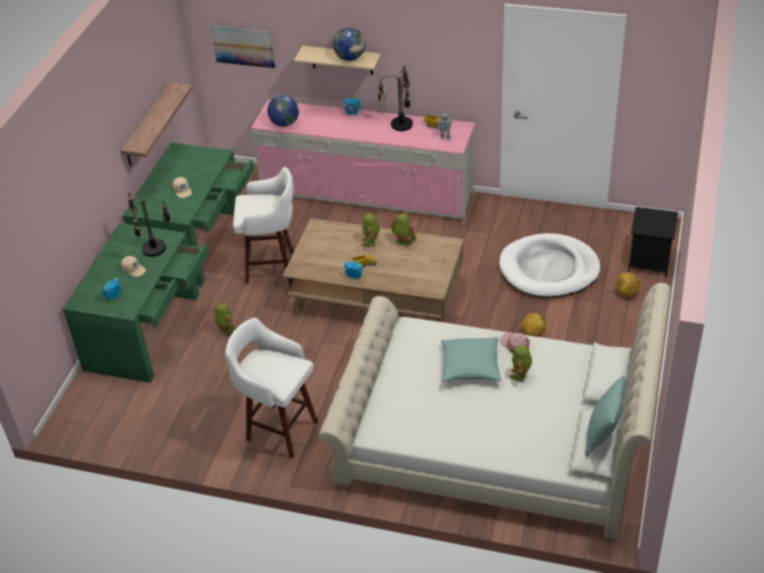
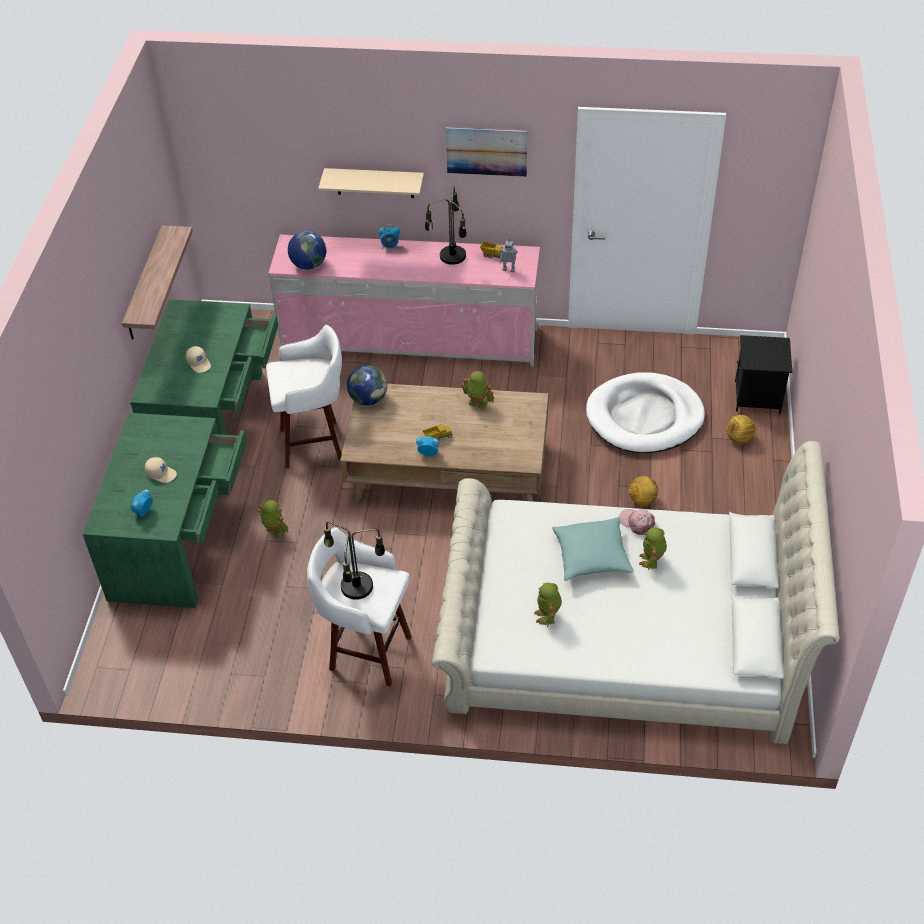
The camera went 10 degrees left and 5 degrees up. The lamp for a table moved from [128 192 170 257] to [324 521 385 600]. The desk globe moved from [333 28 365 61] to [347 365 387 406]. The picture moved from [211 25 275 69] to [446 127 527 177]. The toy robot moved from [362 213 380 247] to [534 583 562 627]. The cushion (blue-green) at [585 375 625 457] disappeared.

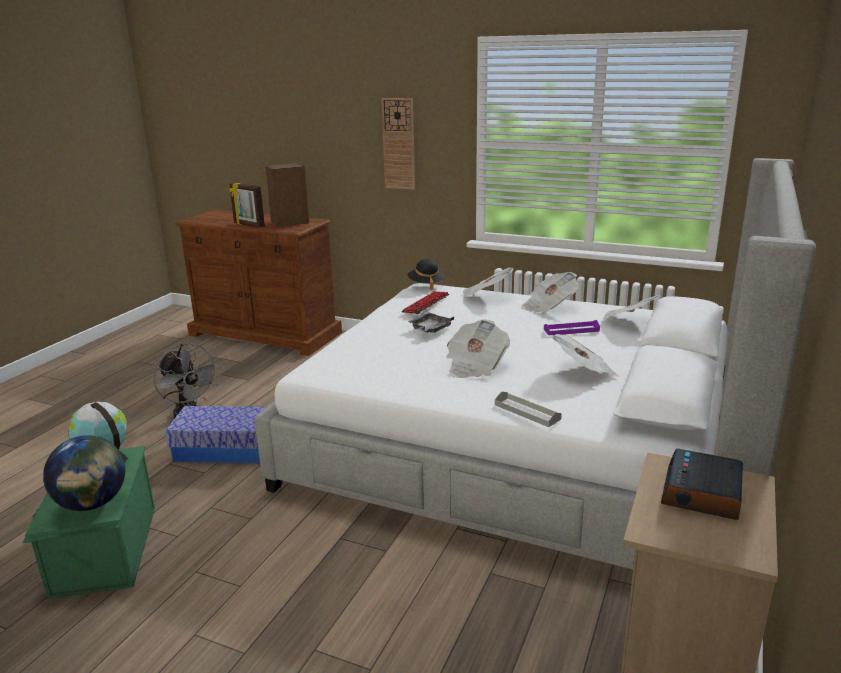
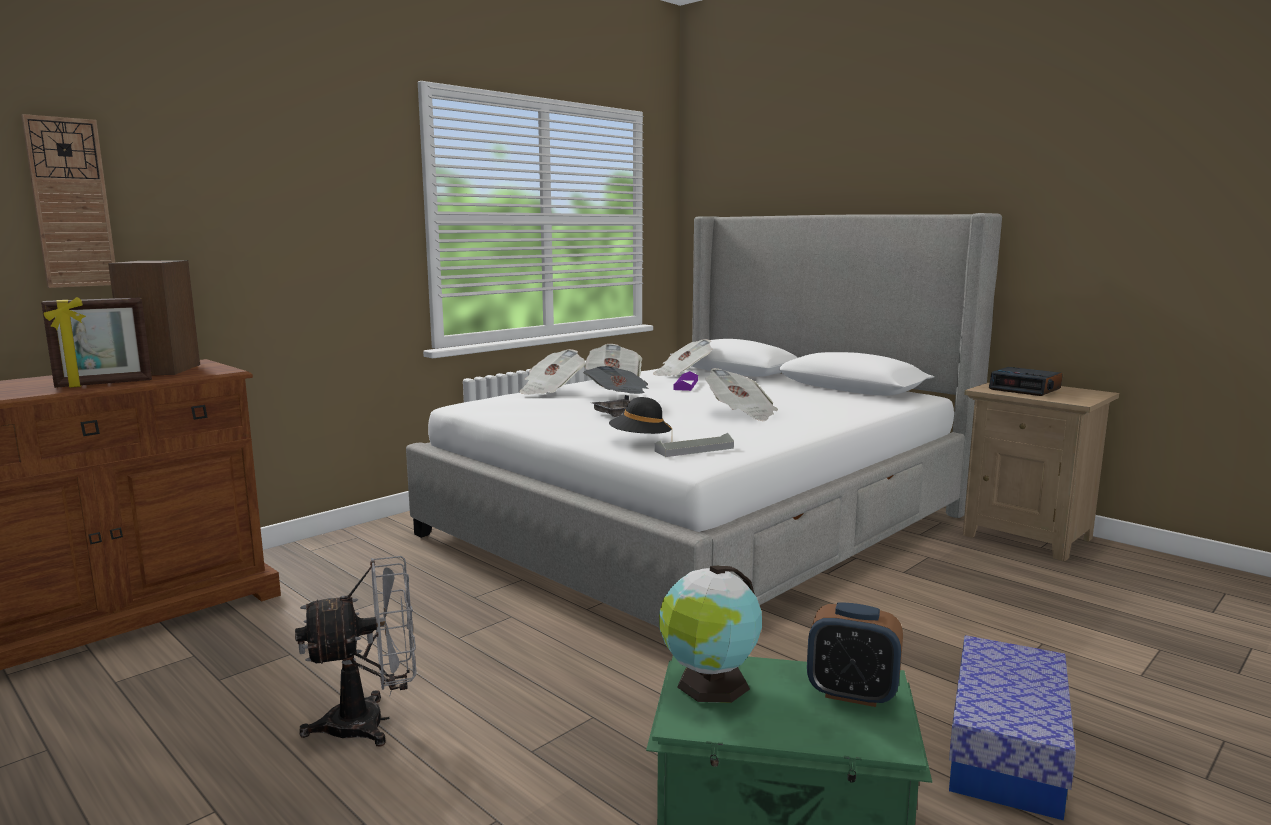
The camera went 70 degrees left and 10 degrees down. The wall clock moved from [381 98 415 190] to [21 114 115 288]. The newspaper moved from [549 334 619 377] to [583 366 649 394]. The hat (blackish) moved from [408 259 445 290] to [609 397 672 434]. The serving tray (grey) moved from [495 391 562 427] to [654 433 734 457]. The desk globe at [43 435 125 511] was replaced by the alarm clock at [807 602 903 707]. The storage bin moved from [165 406 266 463] to [949 635 1076 820]. The PC keyboard at [402 291 449 314] disappeared.

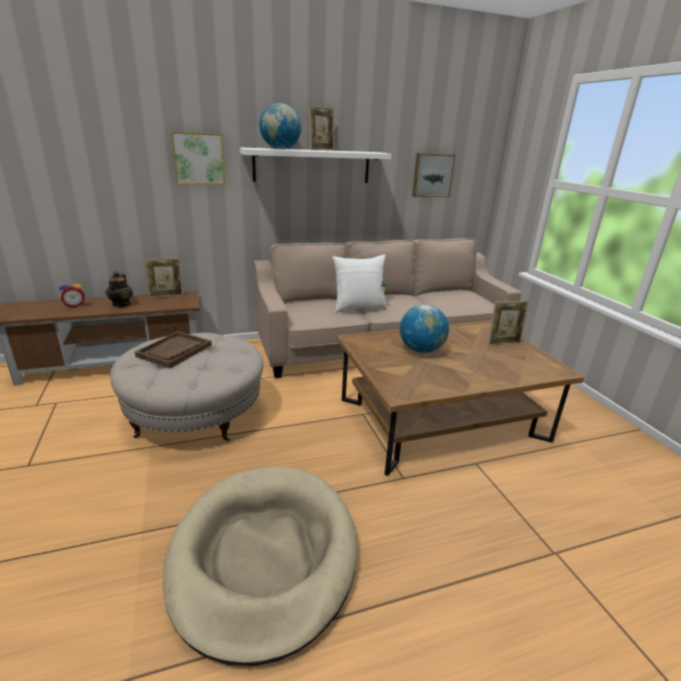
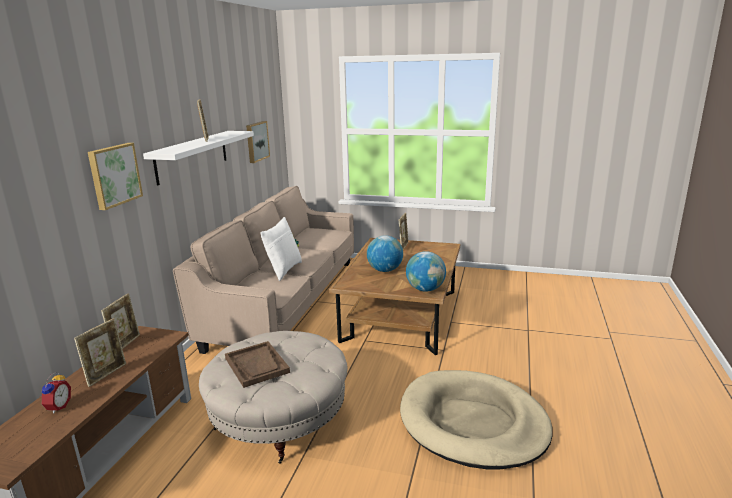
The camera went 55 degrees left and 5 degrees down. The pot for tea at [105 272 133 307] was replaced by the photo frame at [74 318 126 387]. The desk globe moved from [260 103 301 149] to [406 251 446 292].

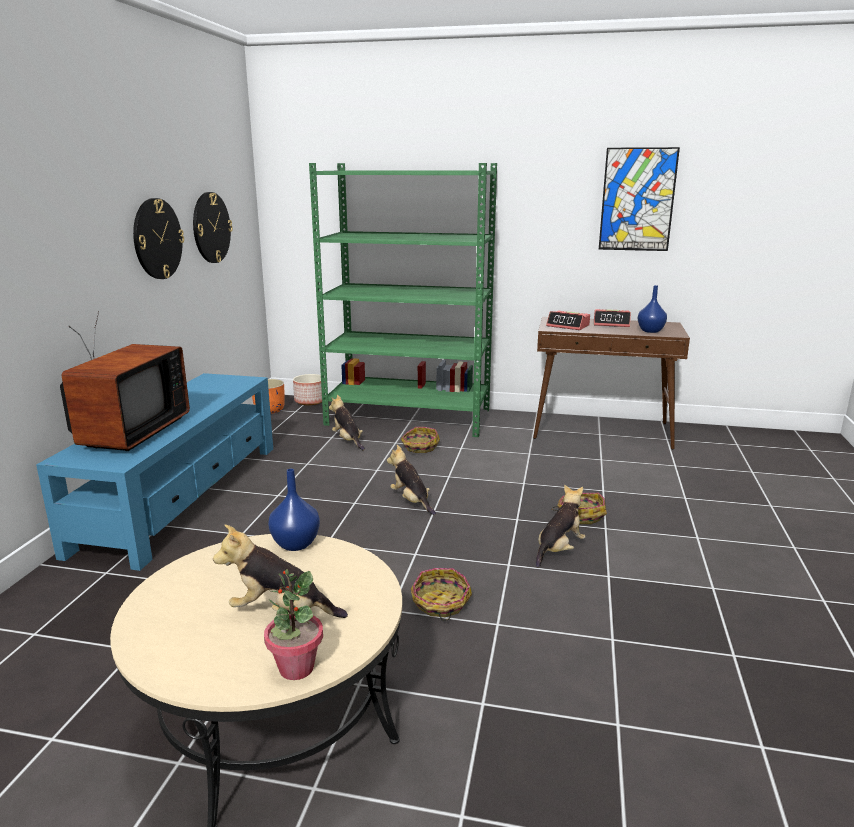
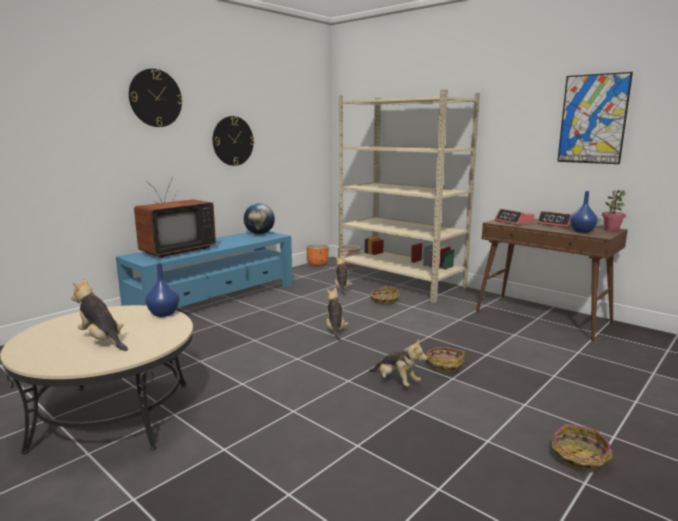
The camera went 30 degrees right and 5 degrees down. The wall clock moved from [193 192 233 263] to [129 69 183 127]. The desk globe at [244 203 275 234] appeared. The bookcase (green) at [309 163 497 437] became the bookcase (sand-coloured) at [339 89 480 303]. The plush toy at [536 485 586 568] turned 60 degrees clockwise. The basket moved from [411 568 472 621] to [551 424 613 474]. The potted plant moved from [264 569 323 680] to [602 190 626 231].

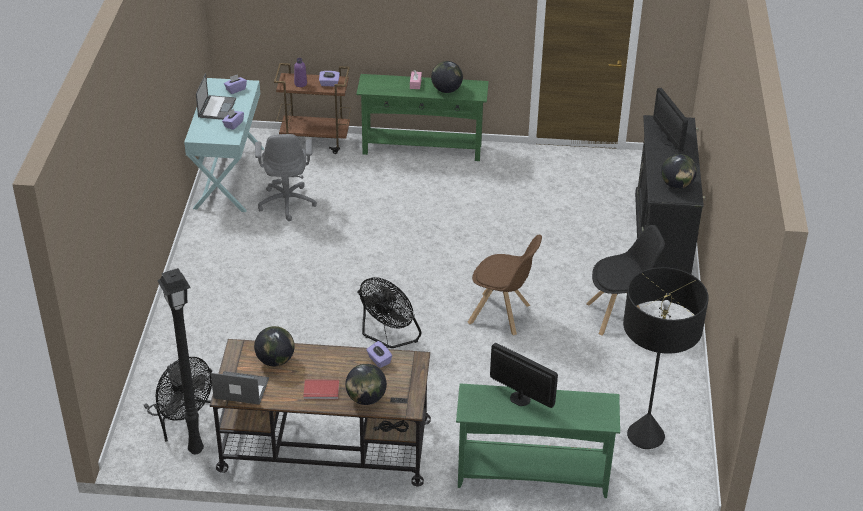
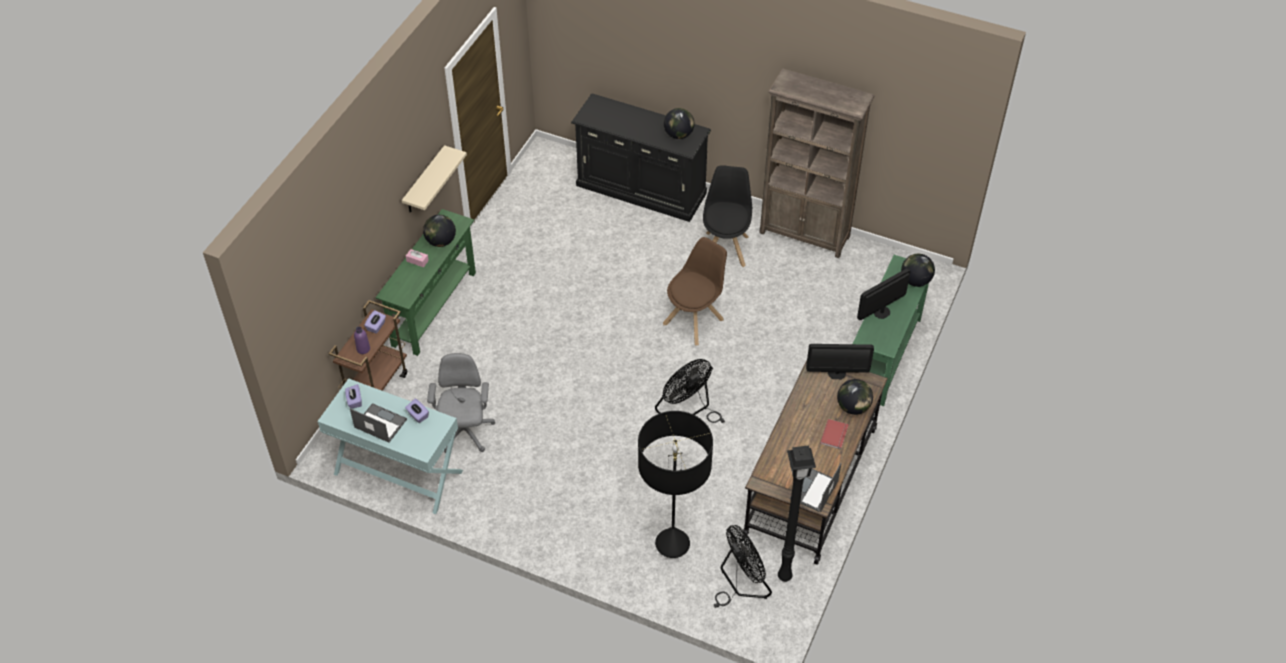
The camera went 70 degrees left and 10 degrees up. The bracket shelf (sand-coloured) at [402 145 467 213] appeared. The computer chair (grey) at [255 134 317 221] turned 105 degrees counterclockwise. The standing lamp (blackish) moved from [623 267 709 449] to [638 411 713 558]. The bookcase (brown) at [759 69 875 258] appeared. The computer screen moved from [653 88 688 152] to [806 344 874 379]. The desk globe moved from [254 326 295 366] to [901 254 935 287]. The tissue holder (purplish) at [366 341 392 368] disappeared.

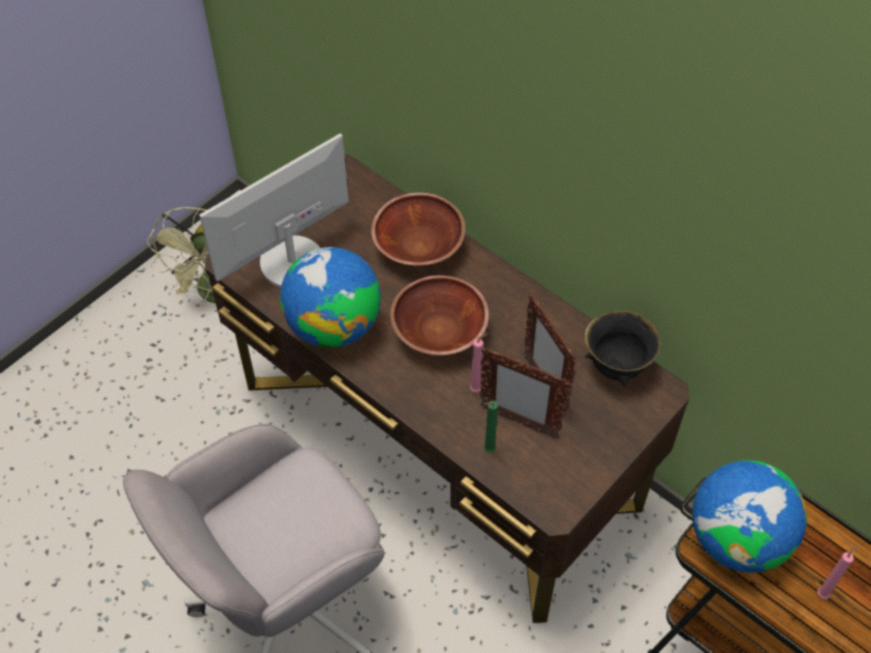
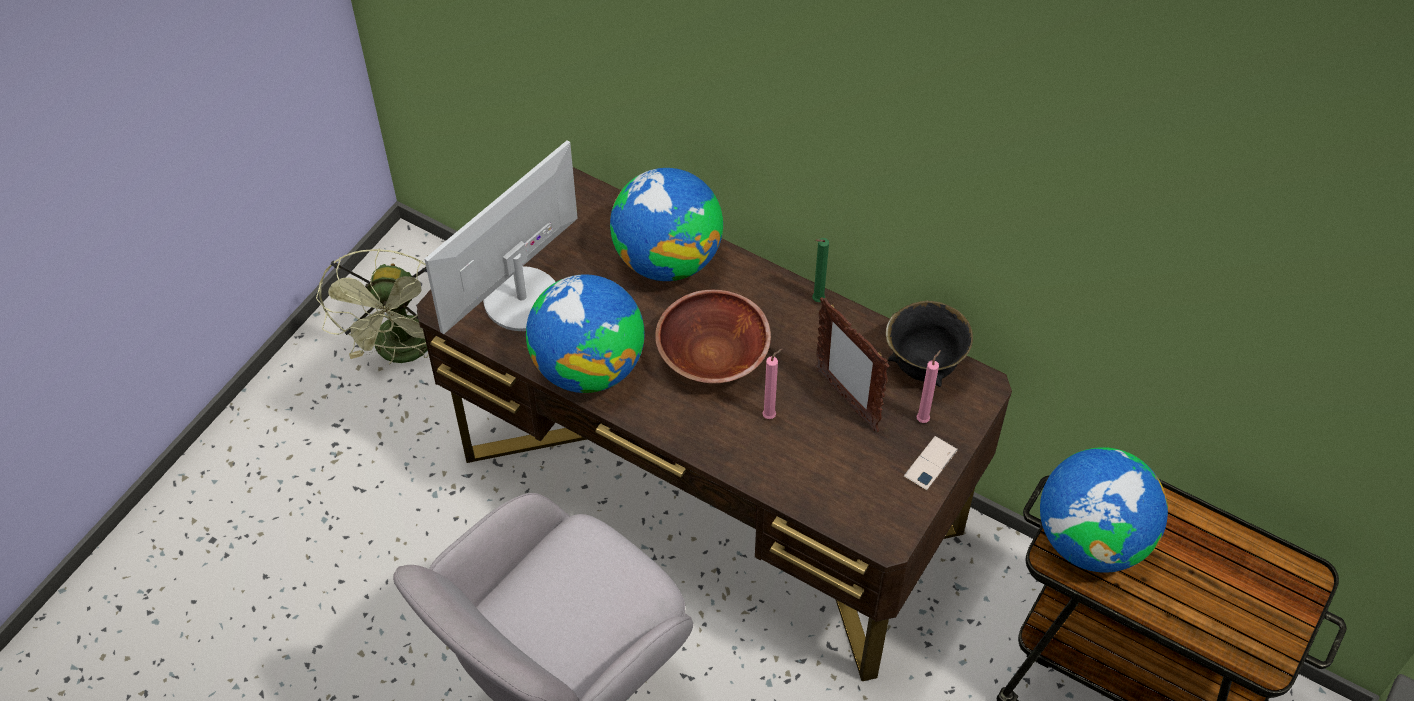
The camera went 10 degrees left and 0 degrees up. The serving bowl (brown) at [371 192 466 266] was replaced by the desk globe at [610 168 723 281]. The wax light (green) moved from [484 401 498 453] to [812 238 829 302]. The telephone at [904 436 958 491] appeared. The wax light (pink) moved from [817 545 858 599] to [916 350 941 423]. The photo frame at [480 348 569 439] disappeared.

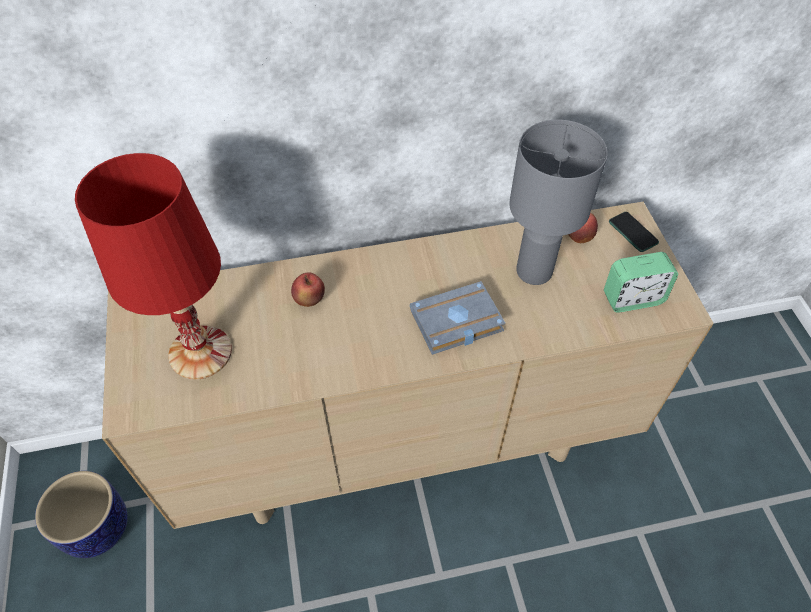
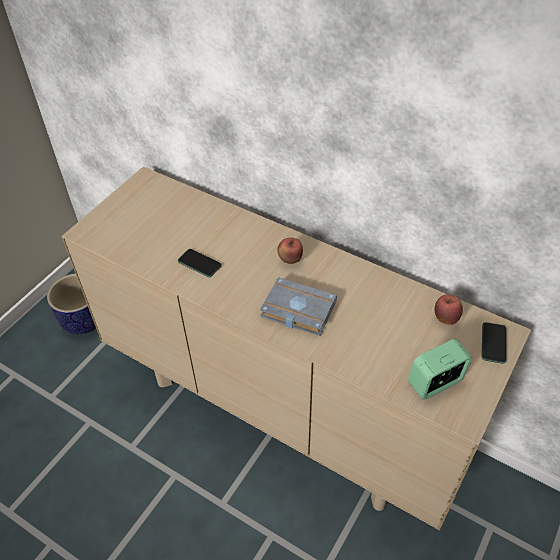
The camera went 45 degrees right and 5 degrees down. The telephone at [178 249 222 278] appeared. The whole apple moved from [291 272 325 307] to [277 238 303 264]. The alarm clock at [604 252 678 313] turned 120 degrees clockwise. The lamp for a table (reddish) at [75 153 232 380] disappeared. The lamp for a table (grey) at [509 120 608 285] disappeared.

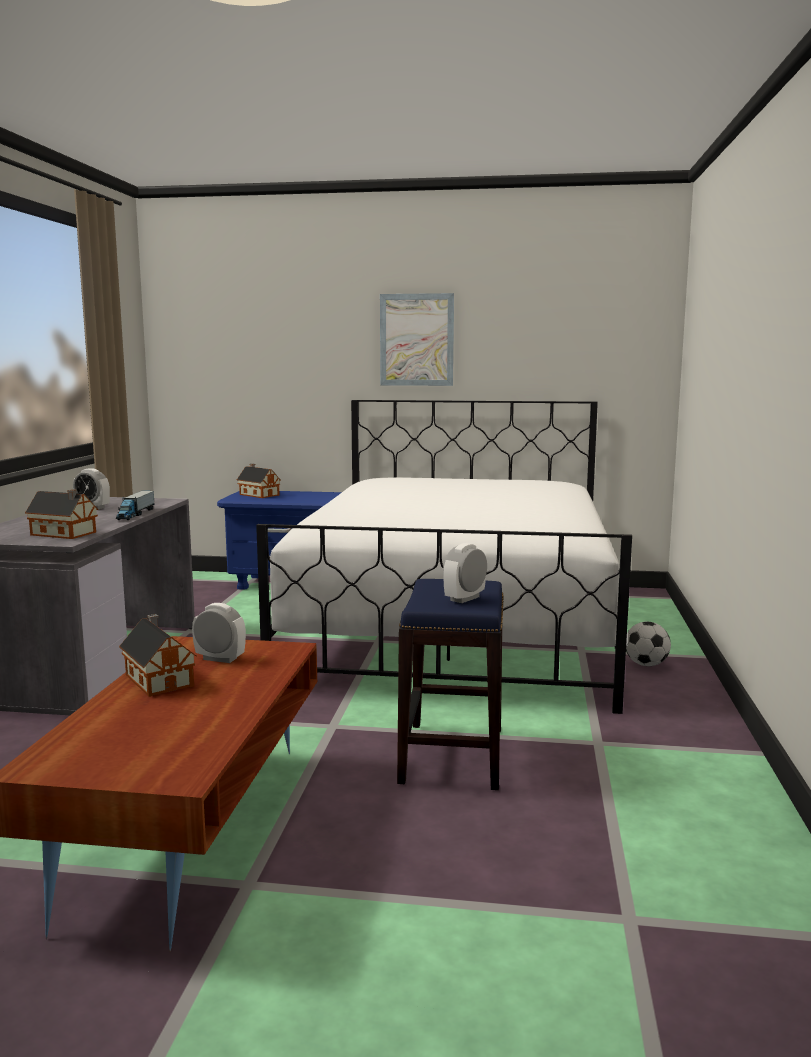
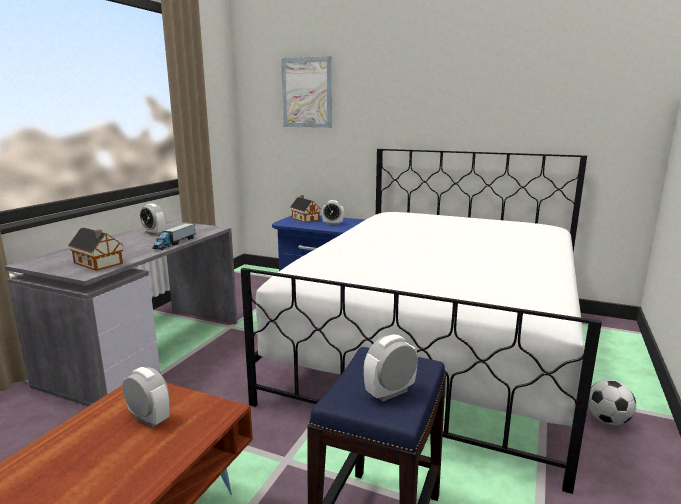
The camera went 15 degrees right and 5 degrees up. The picture moved from [380 293 454 386] to [281 56 332 128]. The alarm clock at [322 200 344 225] appeared. The toy house at [119 614 197 697] disappeared.

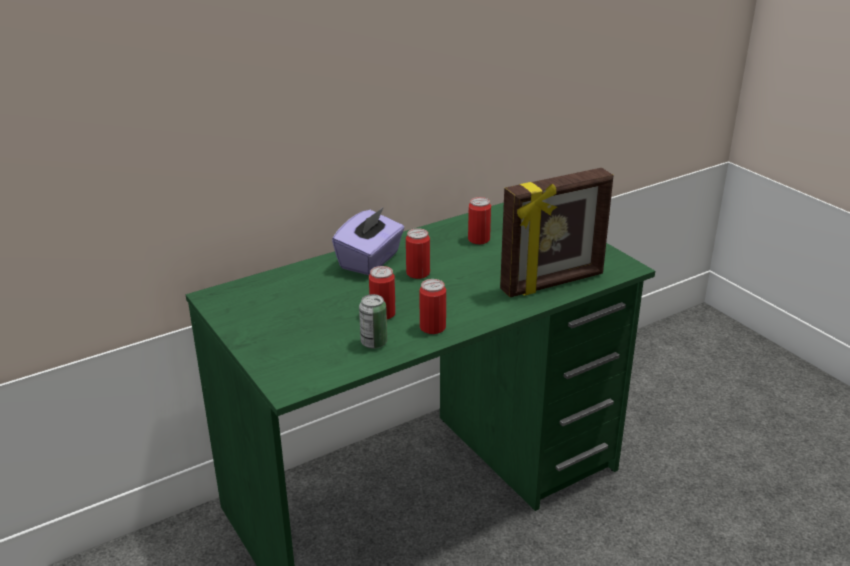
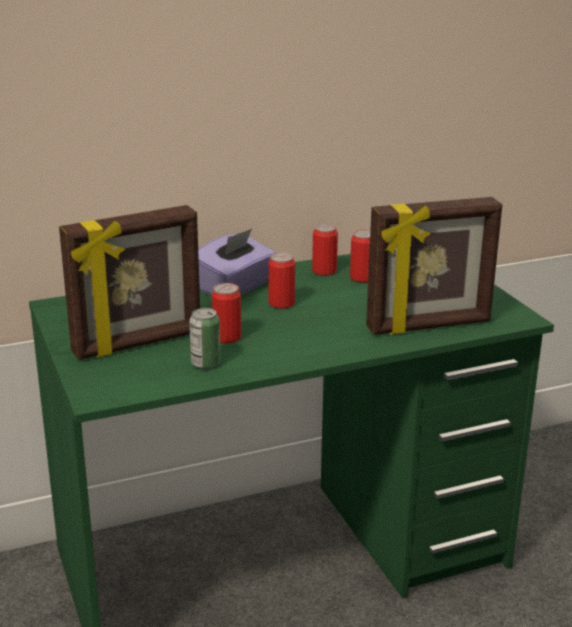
The camera went 10 degrees right and 5 degrees down. The photo frame at [59 205 200 360] appeared. The can moved from [420 279 446 334] to [312 224 338 276].

